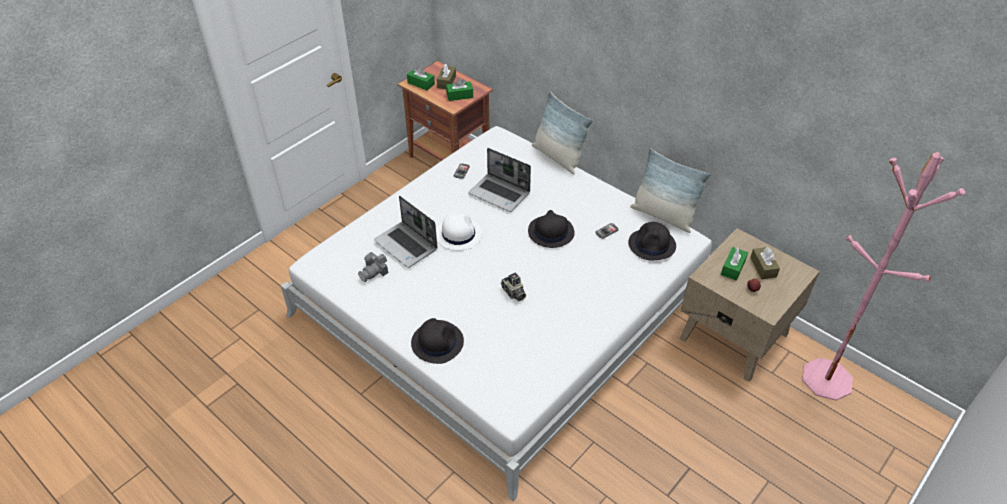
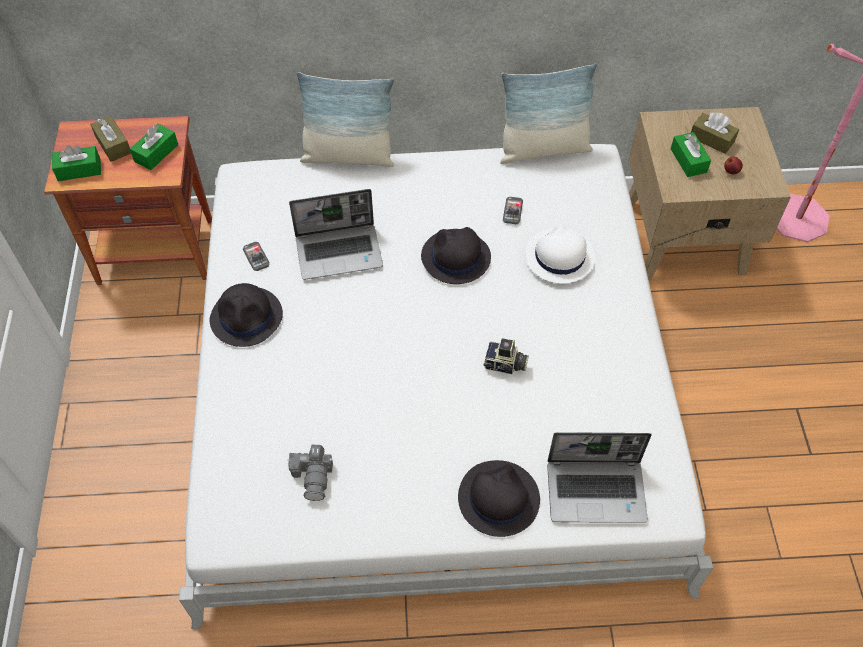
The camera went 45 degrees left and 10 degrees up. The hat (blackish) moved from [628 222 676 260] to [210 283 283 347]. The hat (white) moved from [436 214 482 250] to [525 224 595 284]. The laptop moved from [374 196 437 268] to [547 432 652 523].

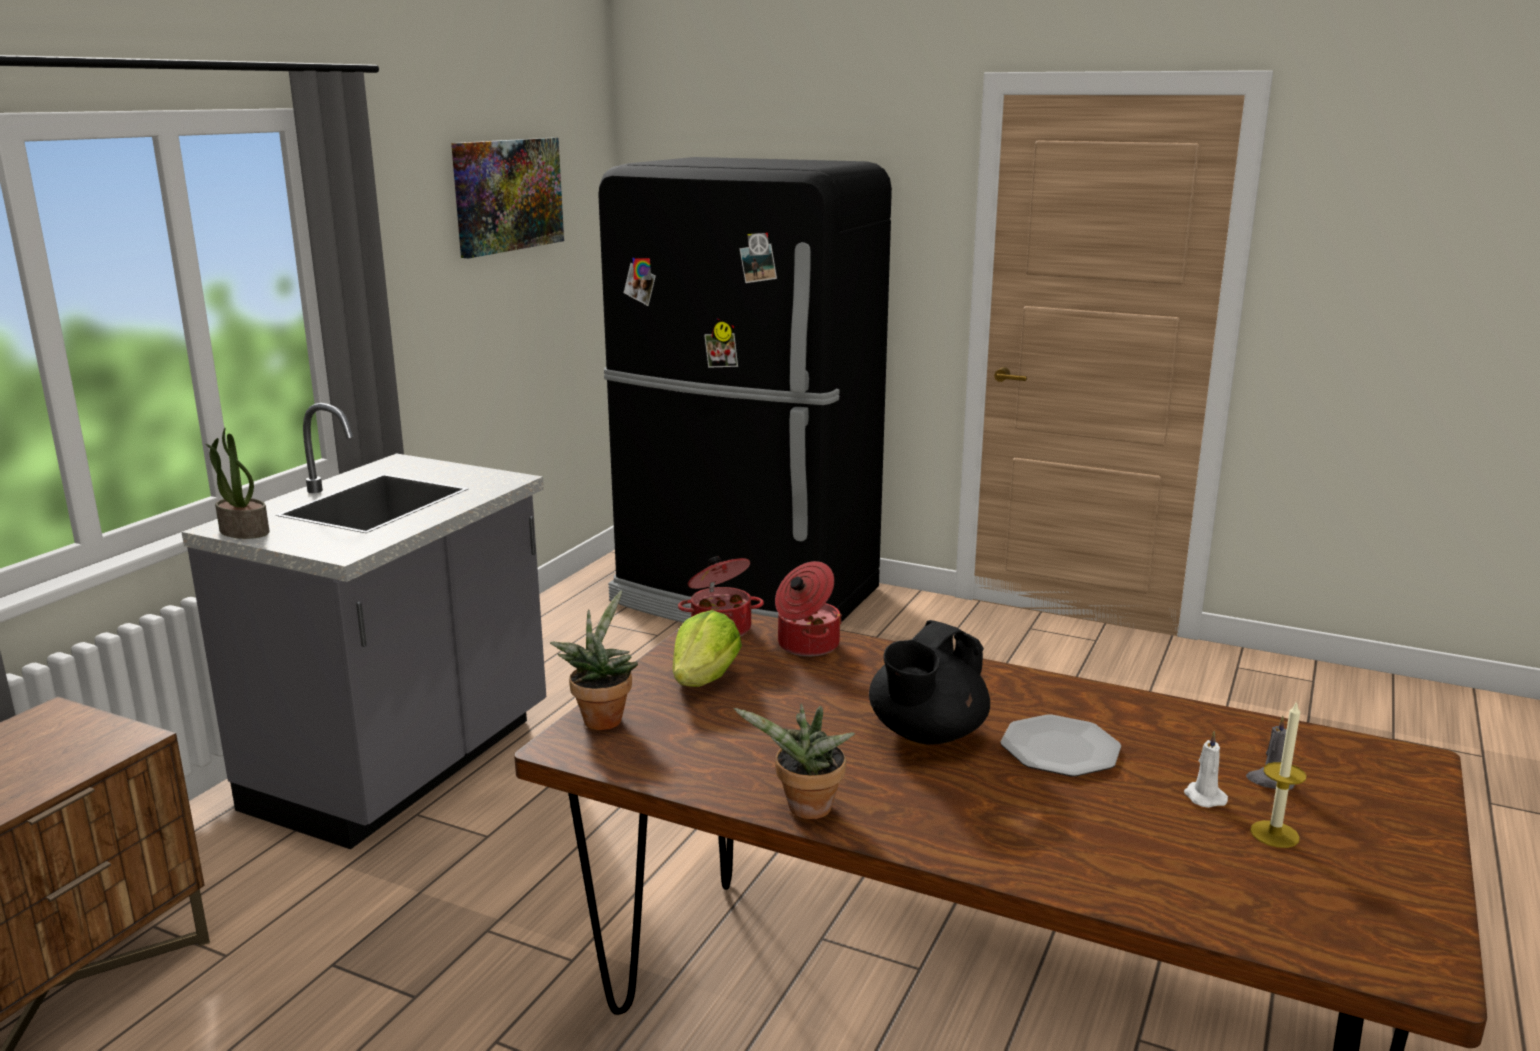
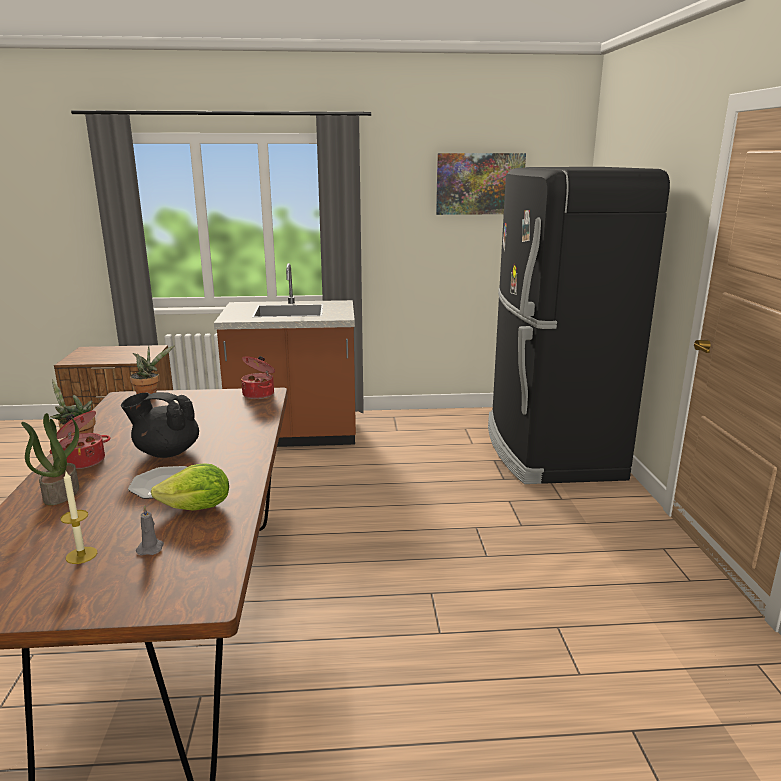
The camera went 60 degrees right and 0 degrees up. The potted plant moved from [205 428 270 539] to [21 413 79 505]. The cooking pot moved from [775 561 842 656] to [50 411 111 469]. The head of lettuce moved from [673 610 742 687] to [151 463 229 511]. The kitchen counter (grey) at [182 403 546 849] became the kitchen counter (brown) at [214 263 356 447]. The wax light (white) at [1184 731 1228 808] disappeared.

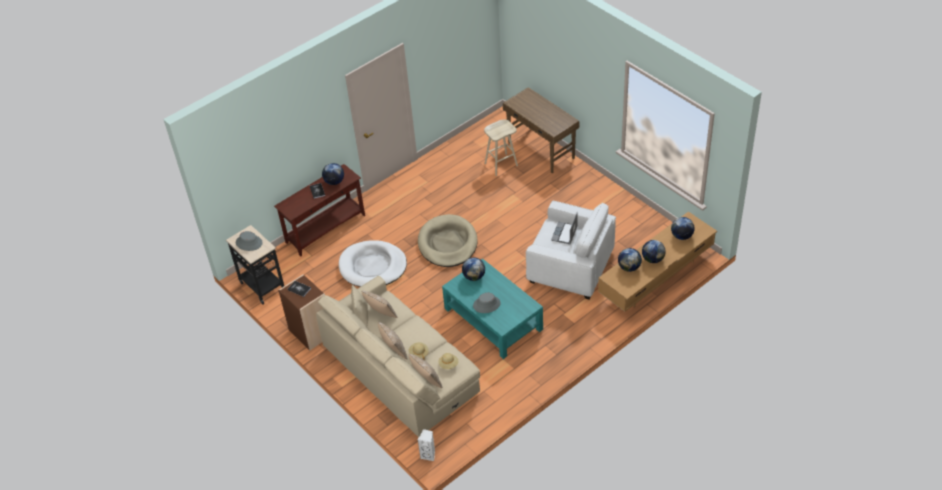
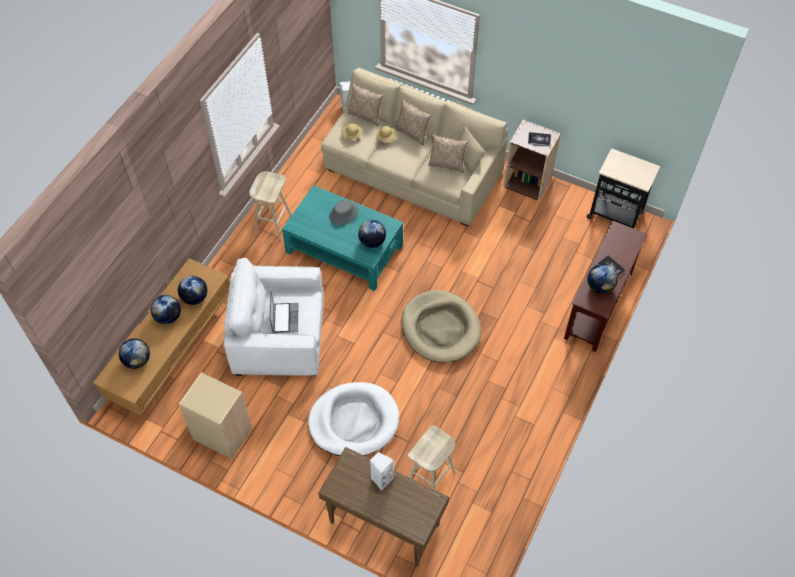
The camera went 155 degrees right and 10 degrees up. The bookcase (sand-coloured) at [179 372 252 459] appeared. The stool (sand-coloured) at [249 171 291 240] appeared. The pet bed (white) moved from [339 240 407 287] to [308 382 399 456]. The loudspeaker (white) at [370 452 394 491] appeared. The hat (grey) at [236 231 263 251] disappeared.

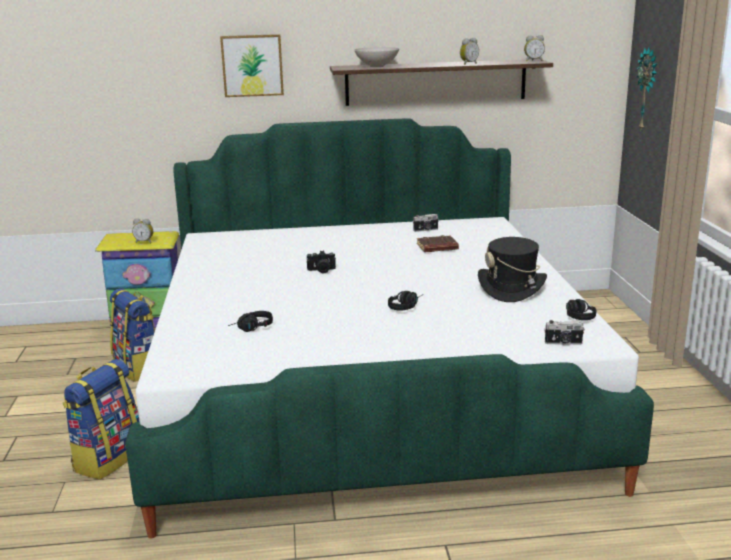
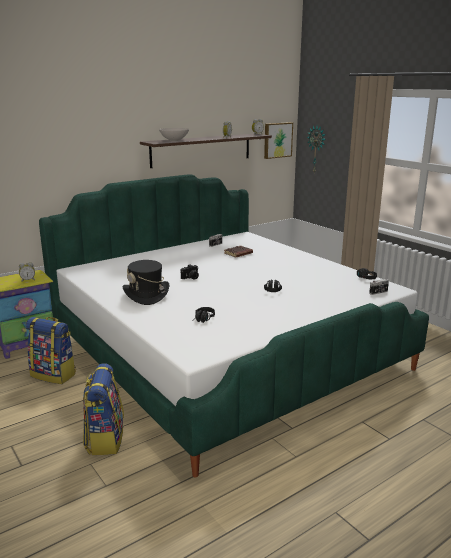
The camera went 30 degrees left and 0 degrees up. The hat (blackish) moved from [478 237 547 302] to [123 260 169 305]. The picture moved from [220 34 284 97] to [264 122 293 159].

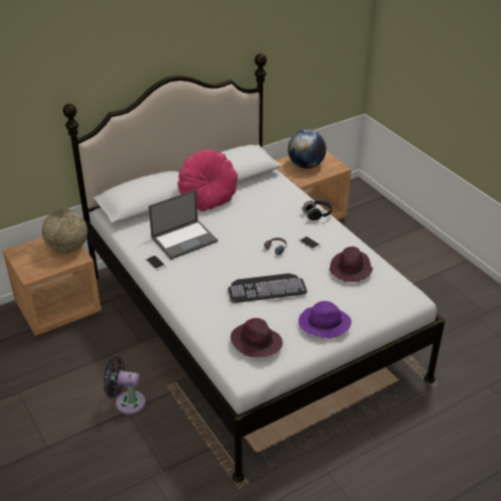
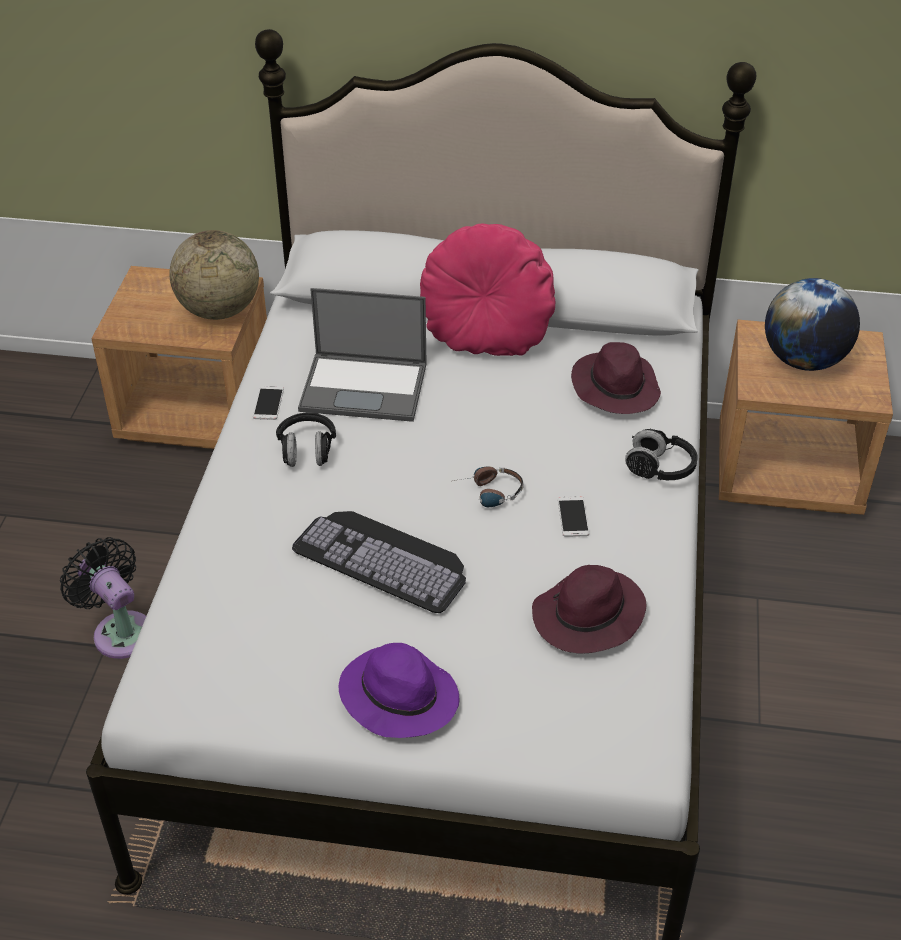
The camera went 40 degrees right and 5 degrees up. The pair of headphones (blackish) at [276 413 336 467] appeared. The hat (purplish) moved from [230 318 283 357] to [571 342 661 414].

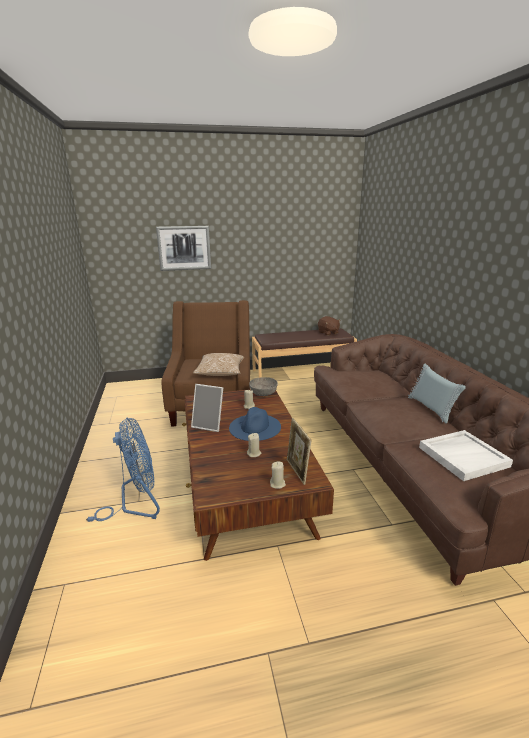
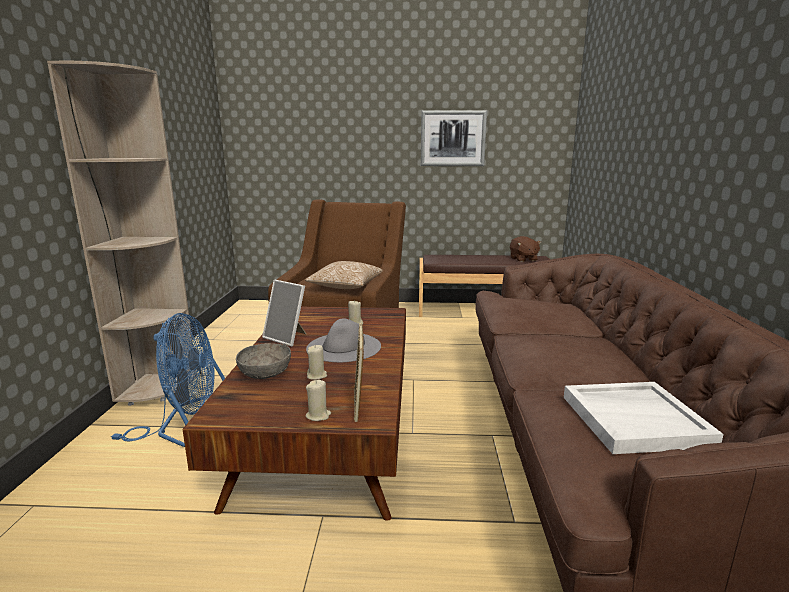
The camera went 15 degrees right and 5 degrees down. The bookcase (sand-coloured) at [47 61 197 406] appeared. The serving bowl (grey) moved from [249 377 278 396] to [236 343 291 379]. The hat (blue-coloured) at [229 407 281 441] became the hat (grey) at [306 319 381 362]. The picture moved from [156 226 211 271] to [421 110 487 166]. The cushion (blue-coloured) at [408 364 466 424] disappeared.

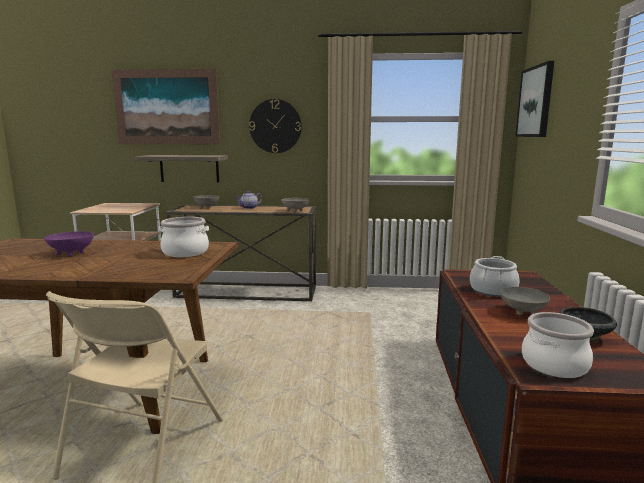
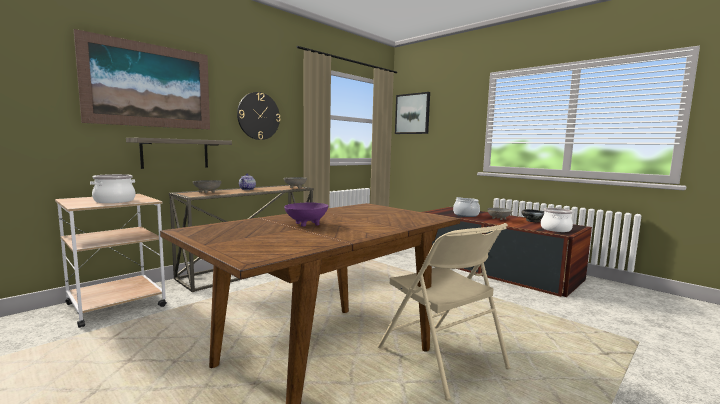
The camera went 50 degrees left and 5 degrees down. The cooking pot moved from [159 217 209 257] to [90 174 135 203].

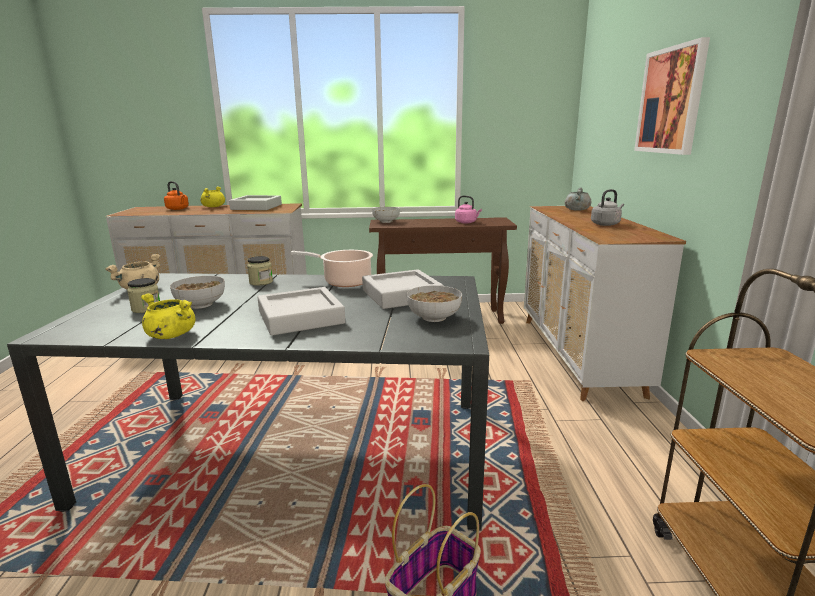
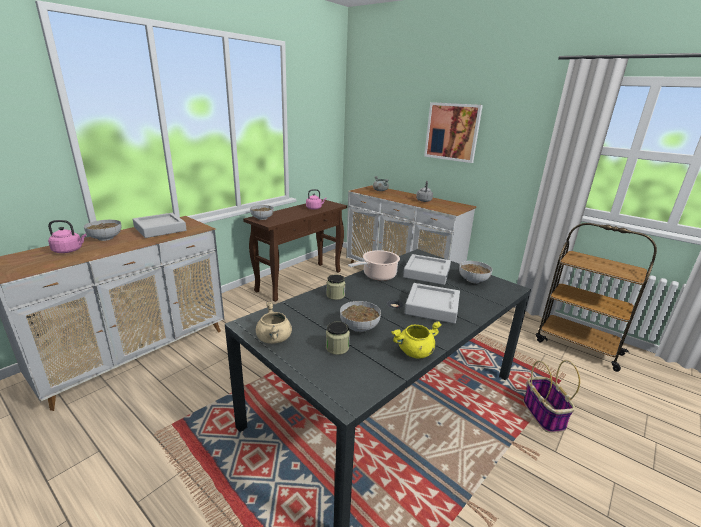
The camera went 50 degrees left and 5 degrees up. The water kettle (orangey) at [164 181 189 210] became the water kettle (pink) at [48 220 87 253]. The cooking pot (yellow-coloured) at [200 186 225 207] was replaced by the serving bowl at [84 220 121 241].

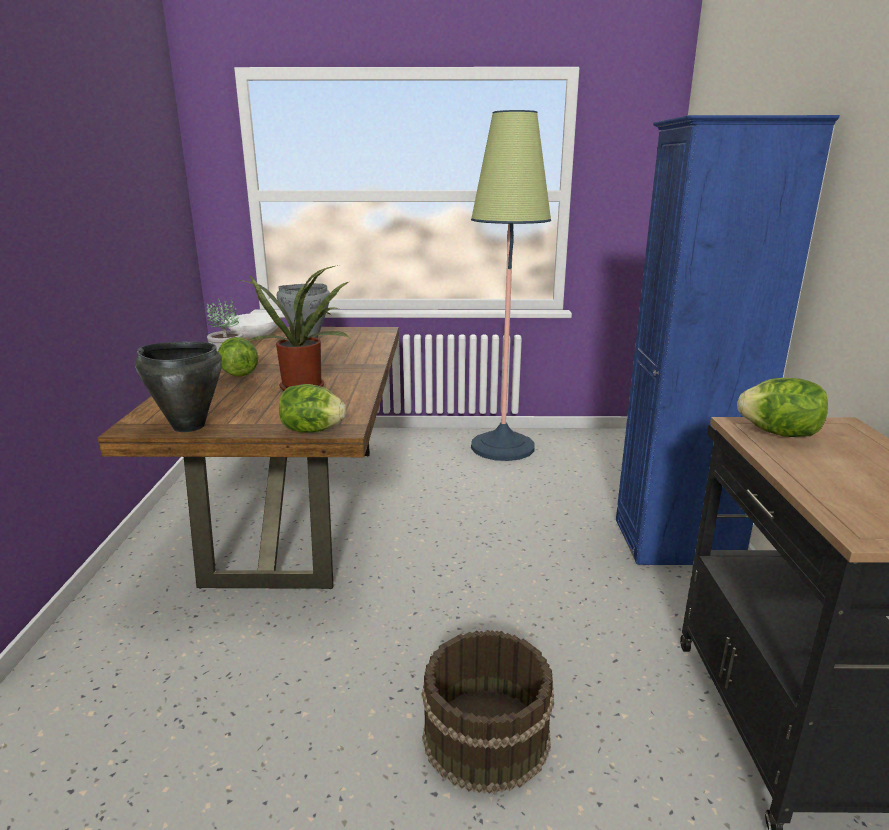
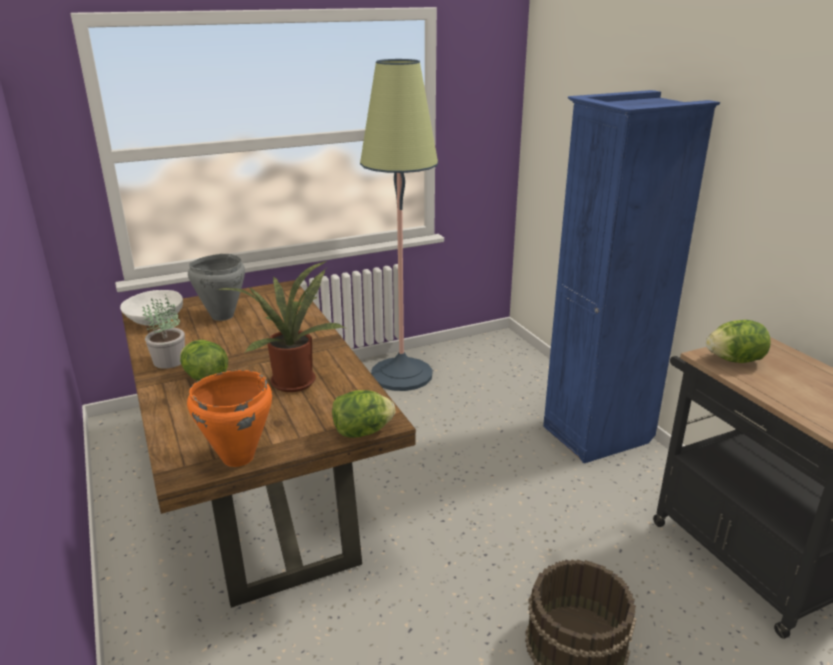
The camera went 25 degrees left and 5 degrees up. The cooking pot (blackish) at [135 342 222 432] became the cooking pot (orangey) at [187 370 272 467].

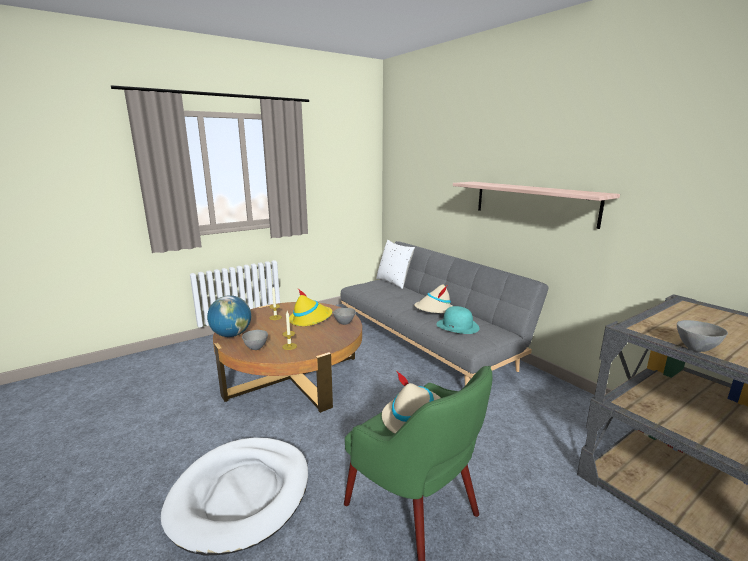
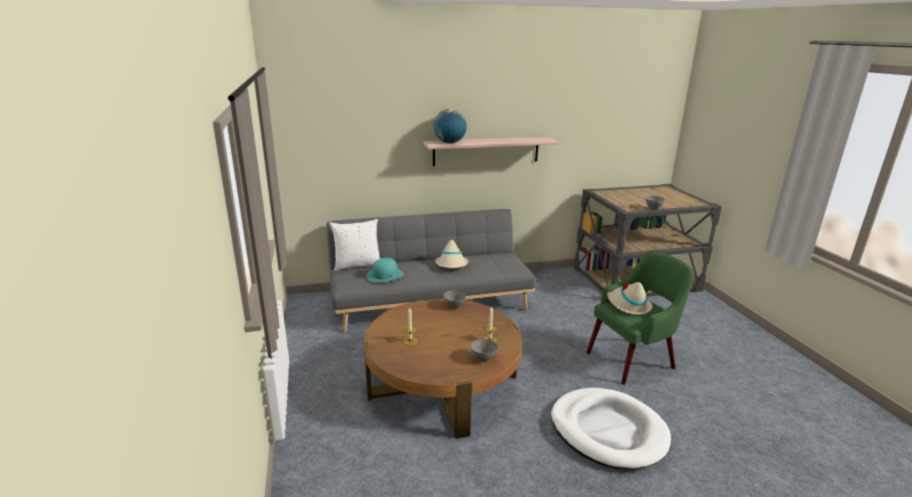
The camera went 70 degrees left and 5 degrees up. The hat (blue-green) moved from [436 306 479 334] to [366 258 404 283]. The desk globe moved from [207 295 251 337] to [433 109 467 143]. The hat (yellow-coloured) at [289 289 332 326] disappeared.

